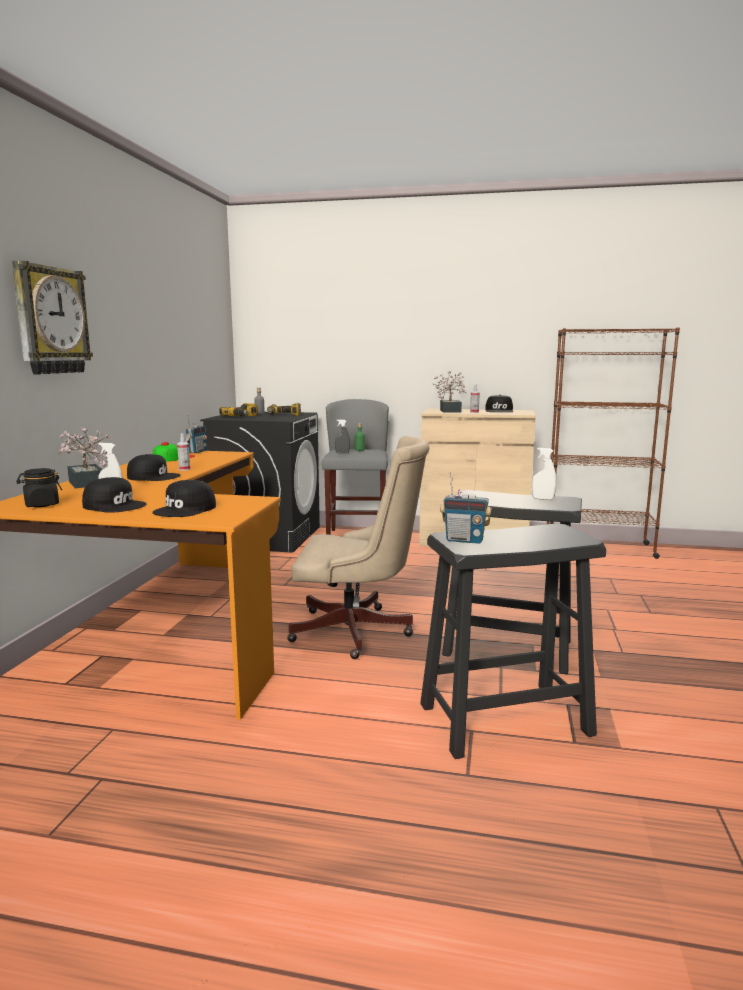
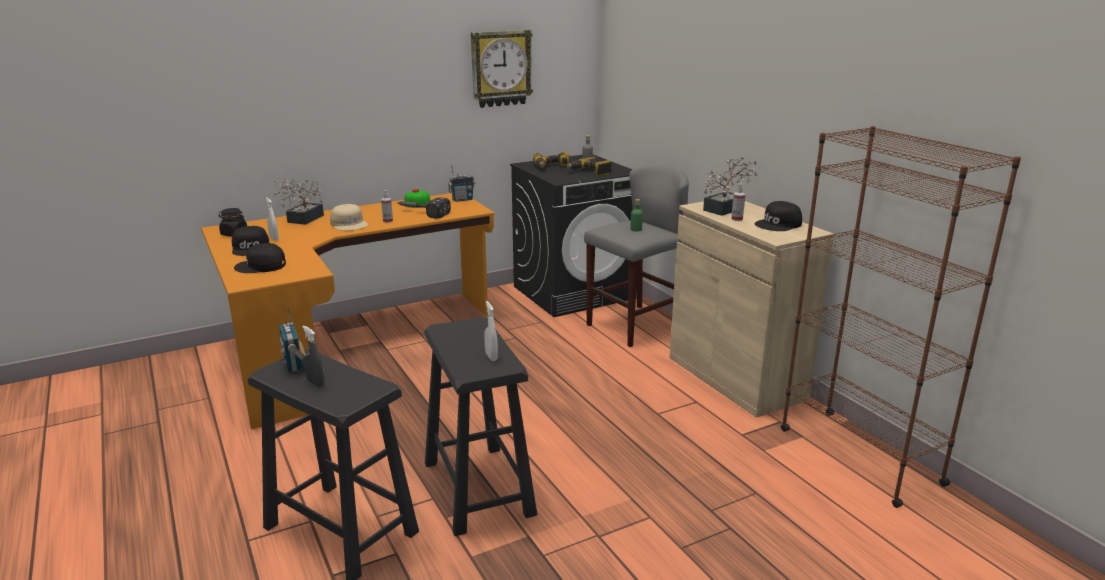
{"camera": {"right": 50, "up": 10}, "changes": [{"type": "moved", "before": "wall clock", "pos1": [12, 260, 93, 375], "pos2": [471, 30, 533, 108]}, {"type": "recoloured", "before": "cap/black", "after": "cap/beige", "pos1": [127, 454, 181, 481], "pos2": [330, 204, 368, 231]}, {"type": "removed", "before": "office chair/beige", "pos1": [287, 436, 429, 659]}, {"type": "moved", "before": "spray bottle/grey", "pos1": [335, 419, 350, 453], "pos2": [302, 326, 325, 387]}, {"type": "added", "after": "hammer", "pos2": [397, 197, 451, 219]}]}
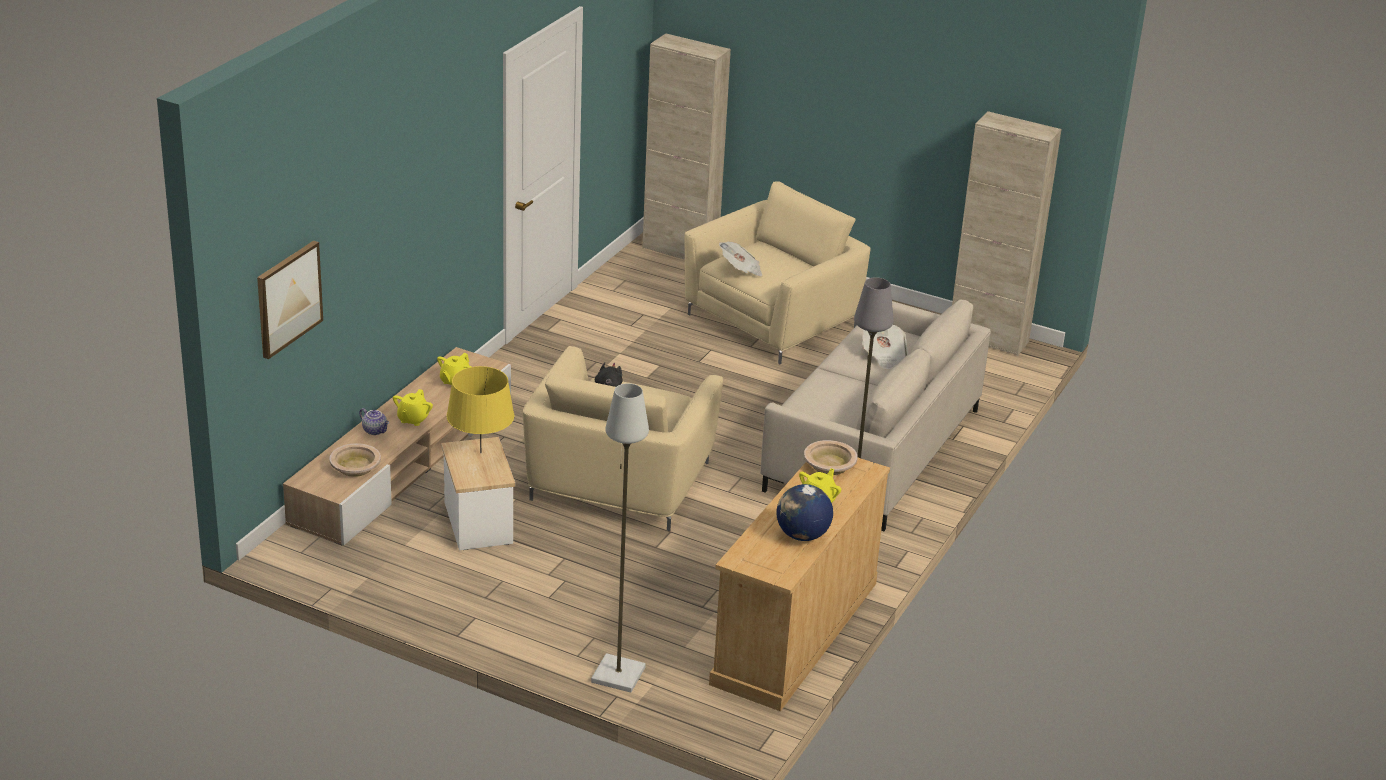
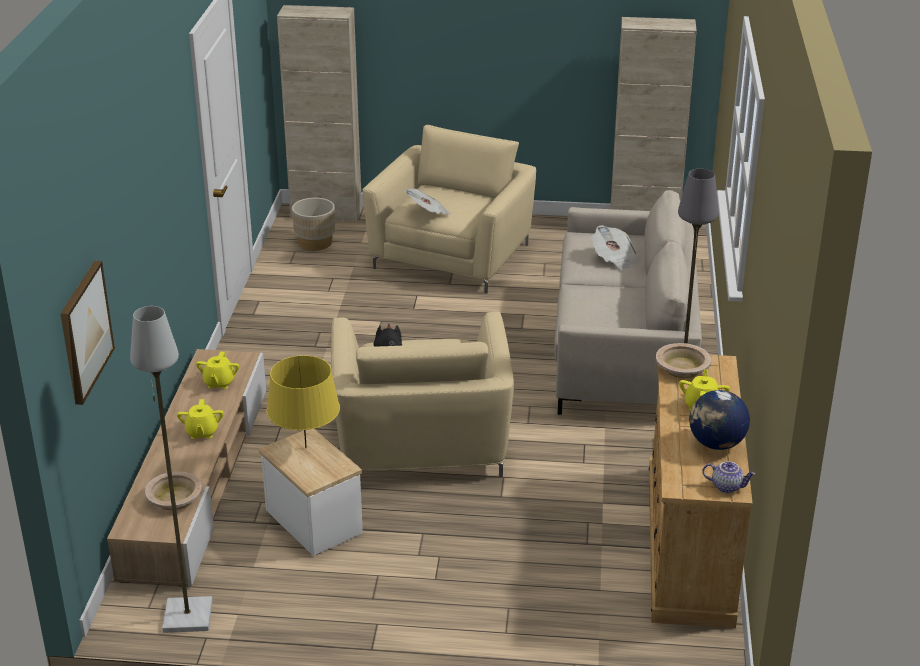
{"camera": {"right": -20, "up": 0}, "changes": [{"type": "moved", "before": "teapot", "pos1": [359, 408, 389, 435], "pos2": [702, 461, 756, 493]}, {"type": "moved", "before": "floor lamp/grey", "pos1": [591, 383, 649, 693], "pos2": [130, 306, 213, 633]}, {"type": "added", "after": "planter/beige", "pos2": [292, 198, 335, 251]}]}
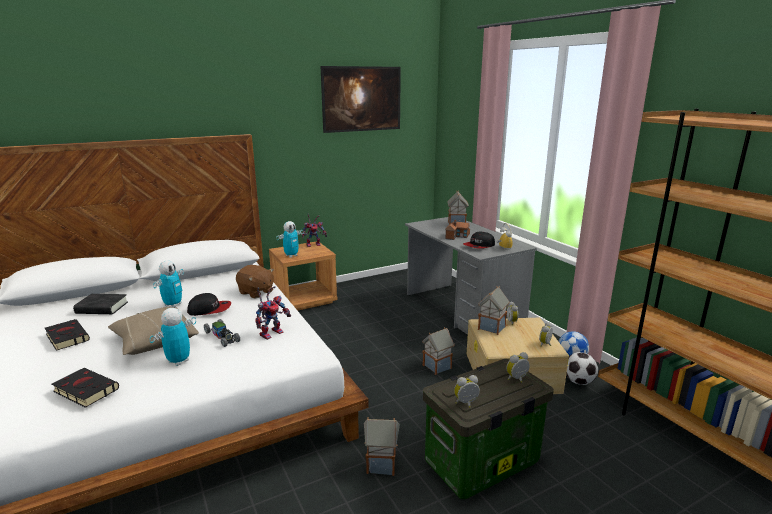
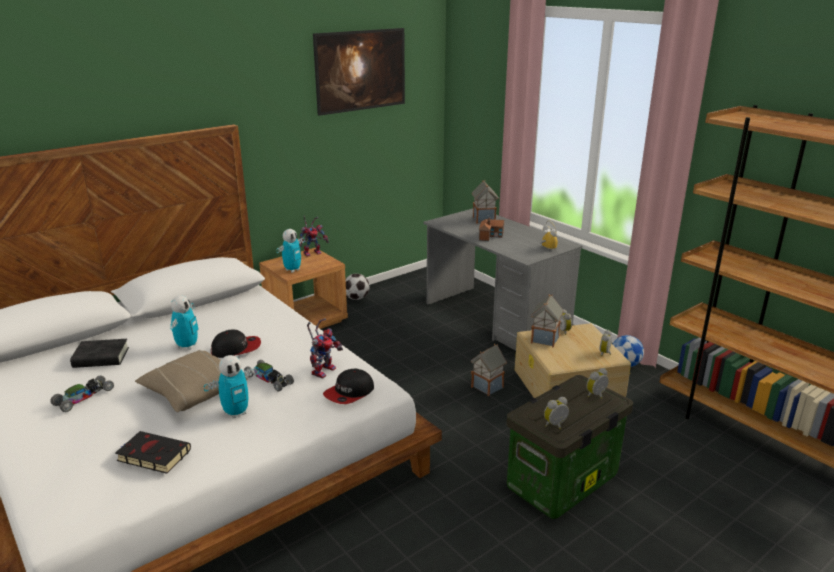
{"camera": {"right": -10, "up": 5}, "changes": [{"type": "replaced", "before": "book/black", "after": "toy car", "pos1": [45, 319, 90, 351], "pos2": [50, 375, 114, 412]}, {"type": "turned", "before": "toy robot", "pos1": [150, 308, 196, 366], "pos2": [204, 355, 259, 419], "turn": -150}, {"type": "removed", "before": "plush toy/brown", "pos1": [236, 265, 274, 298]}, {"type": "removed", "before": "toy house", "pos1": [364, 417, 400, 476]}, {"type": "moved", "before": "cap", "pos1": [463, 232, 495, 249], "pos2": [323, 368, 374, 404]}, {"type": "moved", "before": "football", "pos1": [566, 352, 598, 385], "pos2": [346, 274, 370, 300]}]}
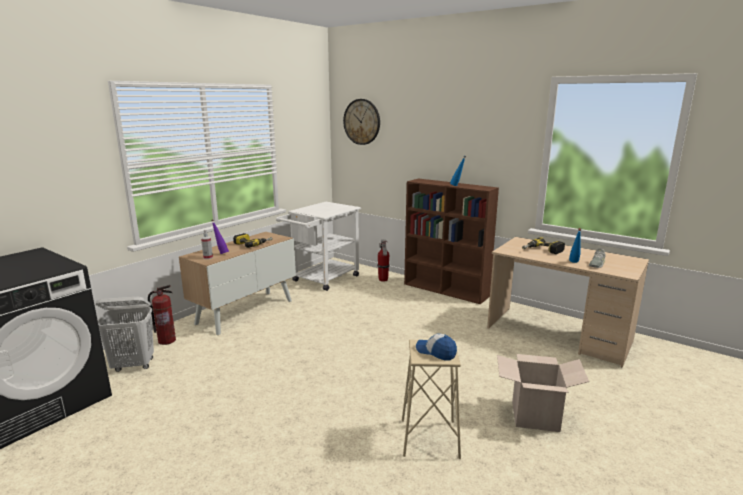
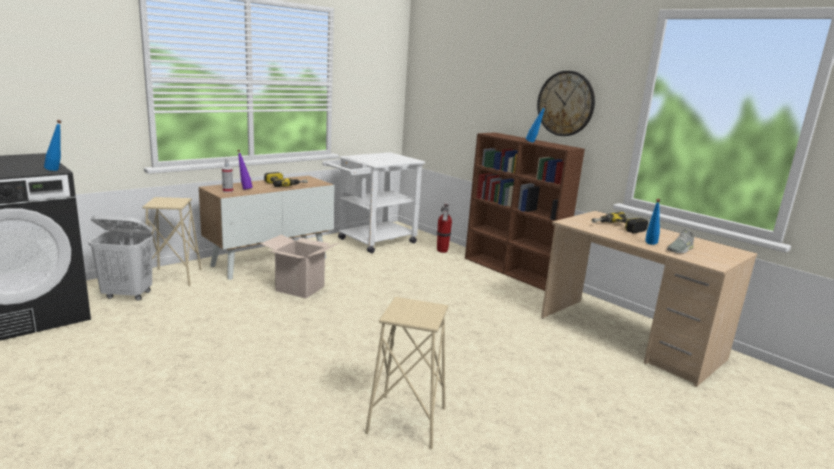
{"camera": {"right": 10, "up": 0}, "changes": [{"type": "replaced", "before": "fire extinguisher", "after": "stool/beige", "pos1": [148, 285, 176, 345], "pos2": [143, 197, 202, 286]}, {"type": "moved", "before": "wall clock", "pos1": [343, 99, 380, 145], "pos2": [537, 71, 595, 136]}, {"type": "removed", "before": "cap", "pos1": [416, 333, 457, 361]}, {"type": "moved", "before": "cardboard box", "pos1": [497, 354, 589, 432], "pos2": [261, 235, 339, 298]}, {"type": "added", "after": "bottle/blue", "pos2": [44, 120, 61, 171]}]}
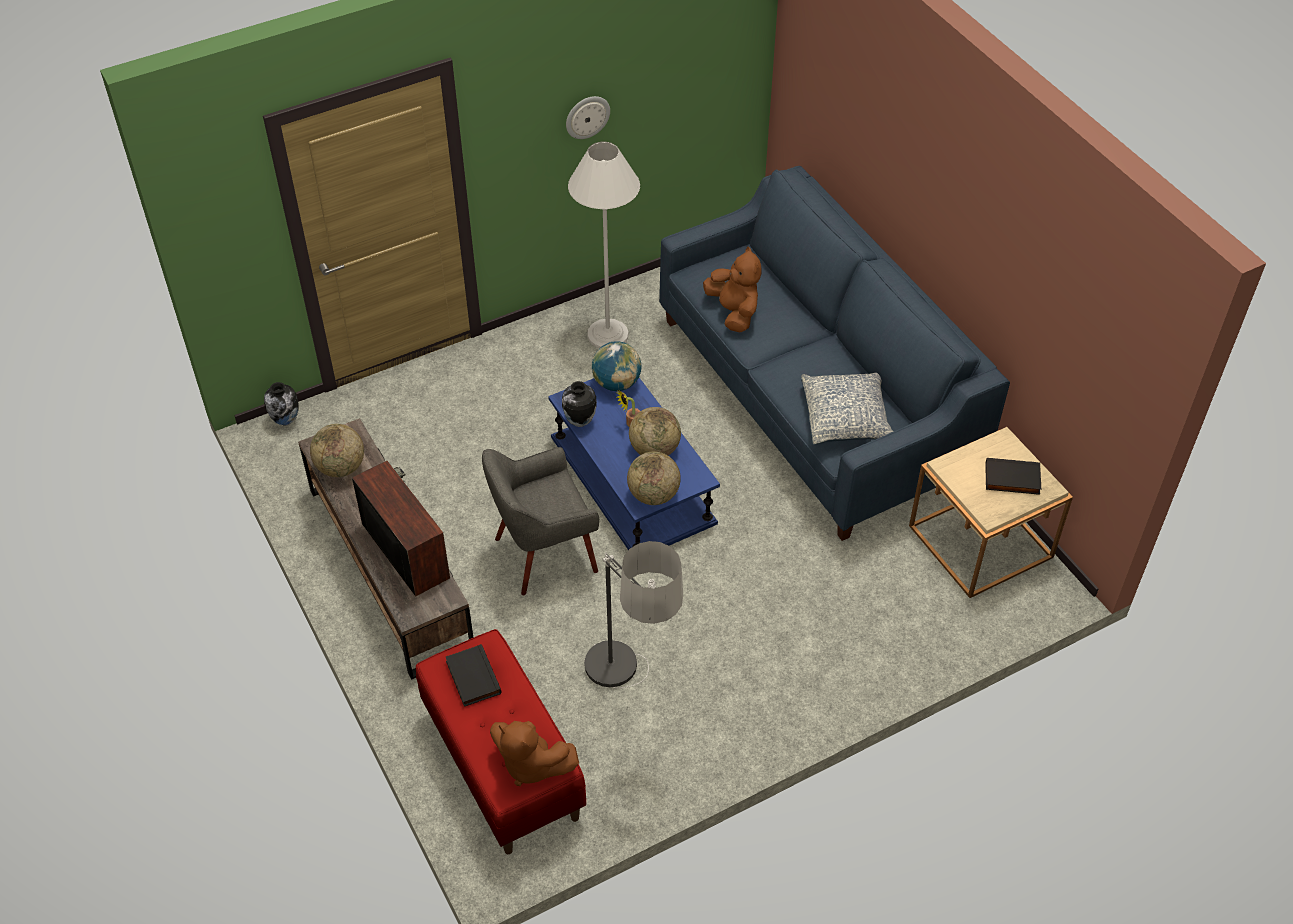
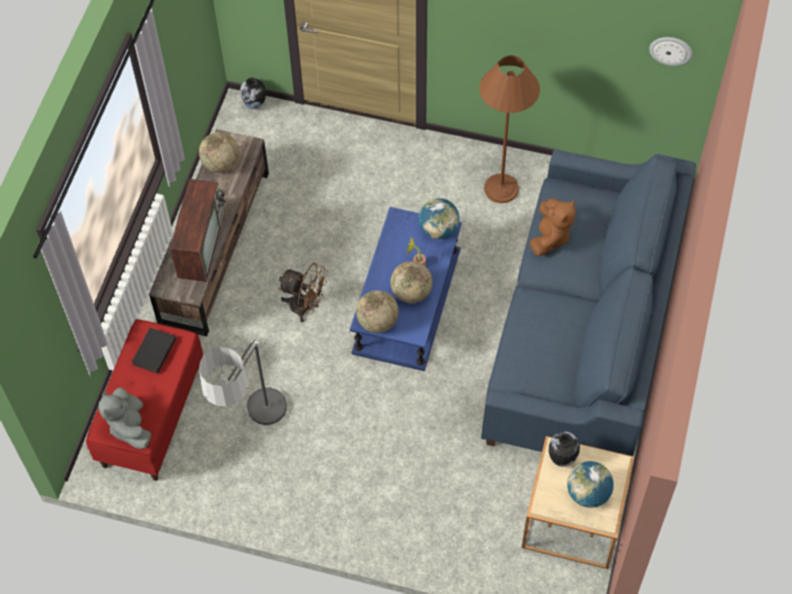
{"camera": {"right": 45, "up": 10}, "changes": [{"type": "replaced", "before": "armchair/grey", "after": "fan/brown", "pos1": [482, 447, 599, 595], "pos2": [278, 263, 328, 322]}, {"type": "recoloured", "before": "plush toy/brown", "after": "plush toy/grey", "pos1": [490, 721, 579, 786], "pos2": [99, 388, 151, 449]}, {"type": "moved", "before": "vase", "pos1": [562, 381, 597, 427], "pos2": [548, 431, 580, 467]}, {"type": "moved", "before": "wall clock", "pos1": [566, 96, 610, 139], "pos2": [649, 37, 692, 66]}, {"type": "recoloured", "before": "floor lamp/white", "after": "floor lamp/brown", "pos1": [568, 141, 640, 348], "pos2": [479, 55, 540, 203]}, {"type": "removed", "before": "pillow", "pos1": [801, 372, 894, 445]}, {"type": "replaced", "before": "book/black", "after": "globe", "pos1": [985, 458, 1041, 495], "pos2": [567, 461, 614, 508]}]}
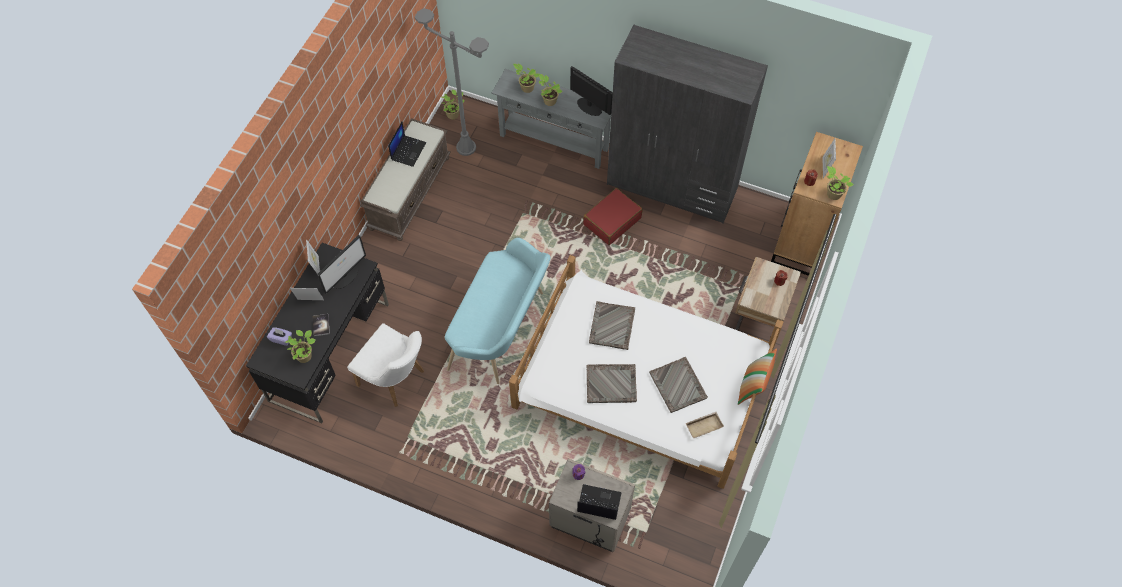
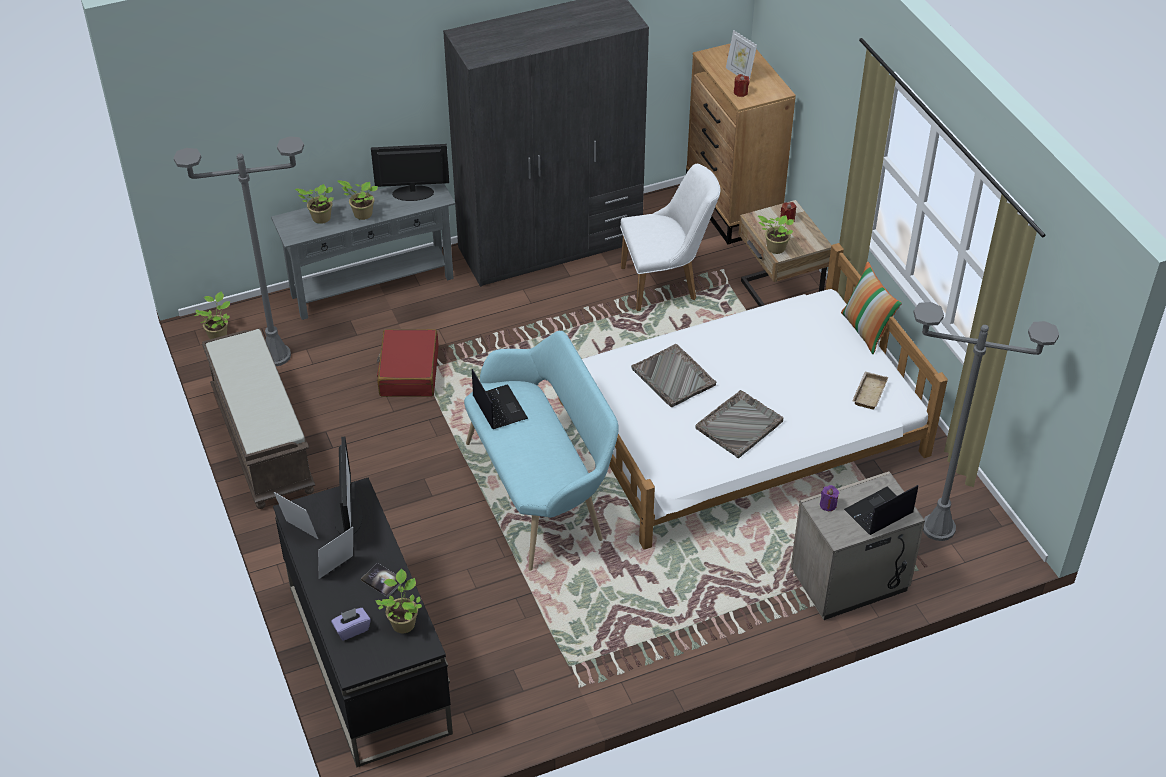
{"camera": {"right": -45, "up": -15}, "changes": [{"type": "moved", "before": "chair/white", "pos1": [347, 323, 424, 407], "pos2": [620, 164, 720, 311]}, {"type": "moved", "before": "laptop", "pos1": [388, 122, 426, 167], "pos2": [472, 369, 528, 429]}, {"type": "moved", "before": "suitcase/red", "pos1": [583, 188, 643, 245], "pos2": [377, 329, 438, 397]}, {"type": "removed", "before": "tray/grey", "pos1": [649, 357, 708, 413]}, {"type": "moved", "before": "potted plant", "pos1": [827, 166, 854, 200], "pos2": [758, 215, 794, 254]}, {"type": "added", "after": "floor lamp/grey", "pos2": [913, 302, 1059, 541]}]}
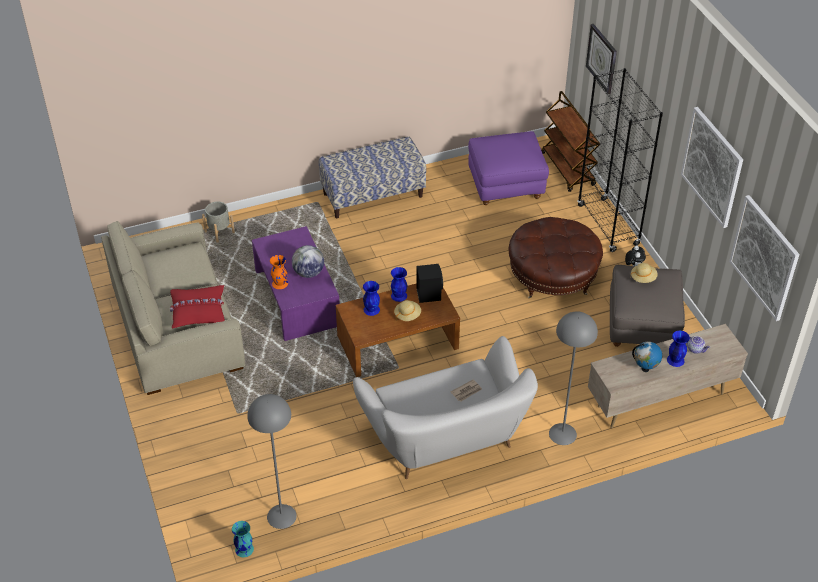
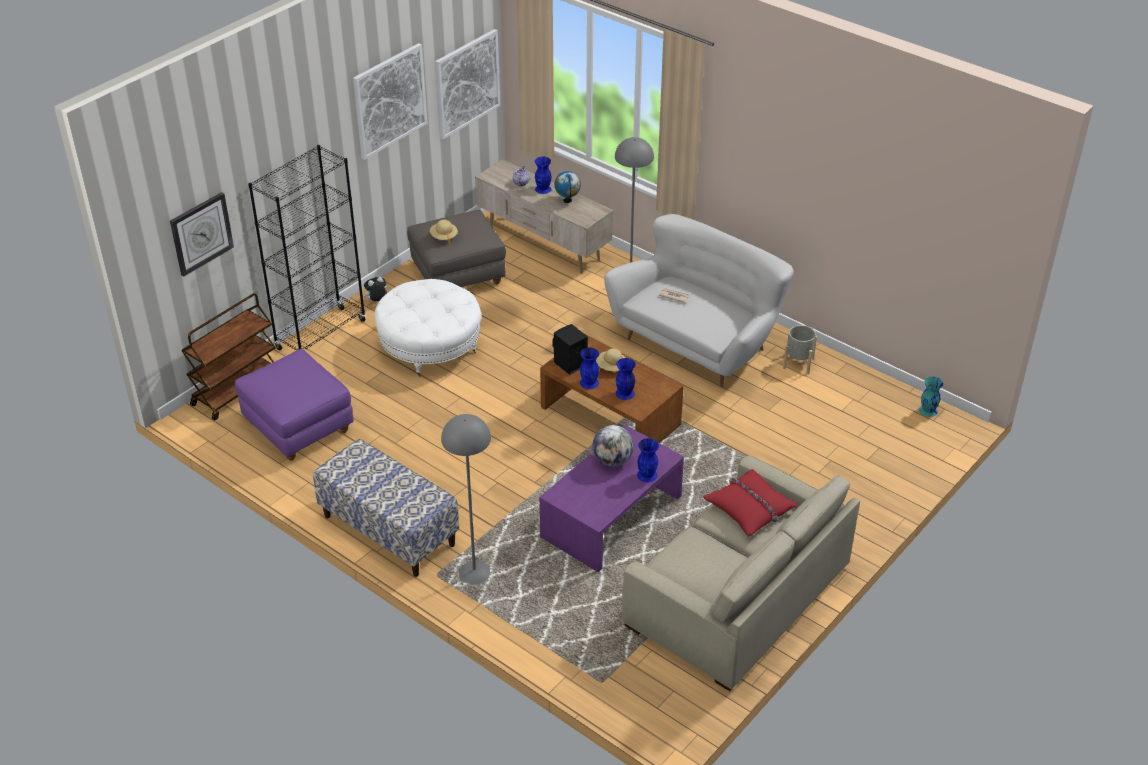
{"camera": {"right": -120, "up": -5}, "changes": [{"type": "moved", "before": "planter/grey", "pos1": [202, 202, 235, 242], "pos2": [783, 325, 817, 374]}, {"type": "moved", "before": "floor lamp/grey", "pos1": [247, 394, 297, 529], "pos2": [441, 414, 491, 584]}, {"type": "recoloured", "before": "vase/orange", "after": "vase/blue", "pos1": [270, 255, 288, 289], "pos2": [637, 438, 659, 482]}, {"type": "recoloured", "before": "ottoman/brown", "after": "ottoman/white", "pos1": [509, 217, 603, 298], "pos2": [374, 279, 482, 377]}]}
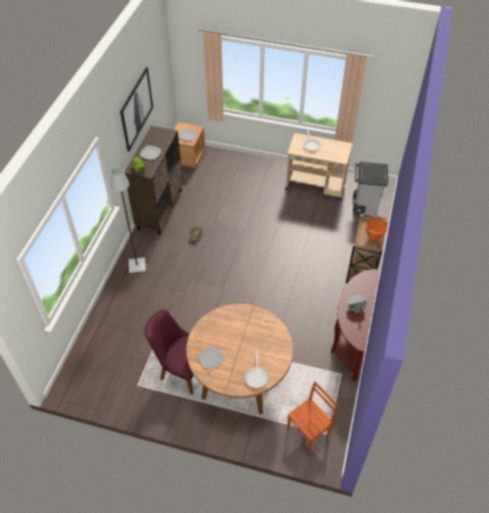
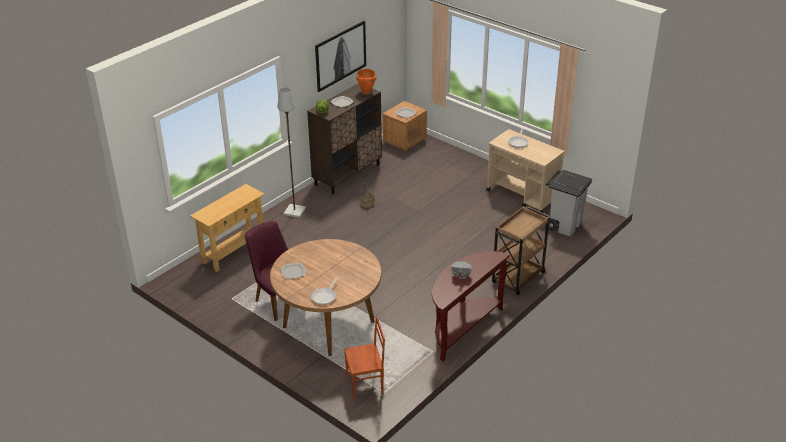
{"camera": {"right": 25, "up": -15}, "changes": [{"type": "moved", "before": "cooking pot/orange", "pos1": [365, 217, 387, 242], "pos2": [356, 69, 376, 94]}, {"type": "added", "after": "console table/beige", "pos2": [190, 184, 265, 272]}]}
